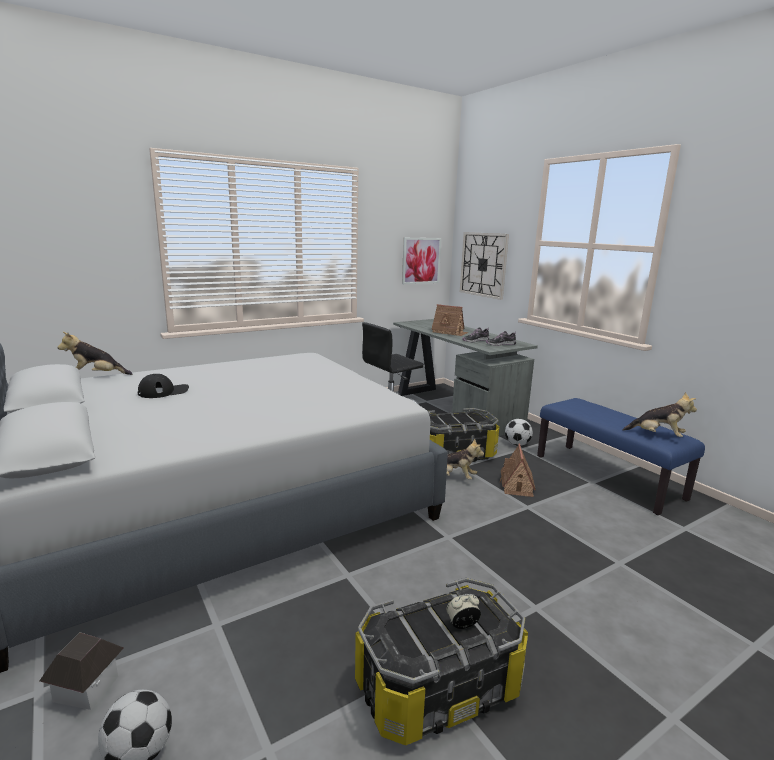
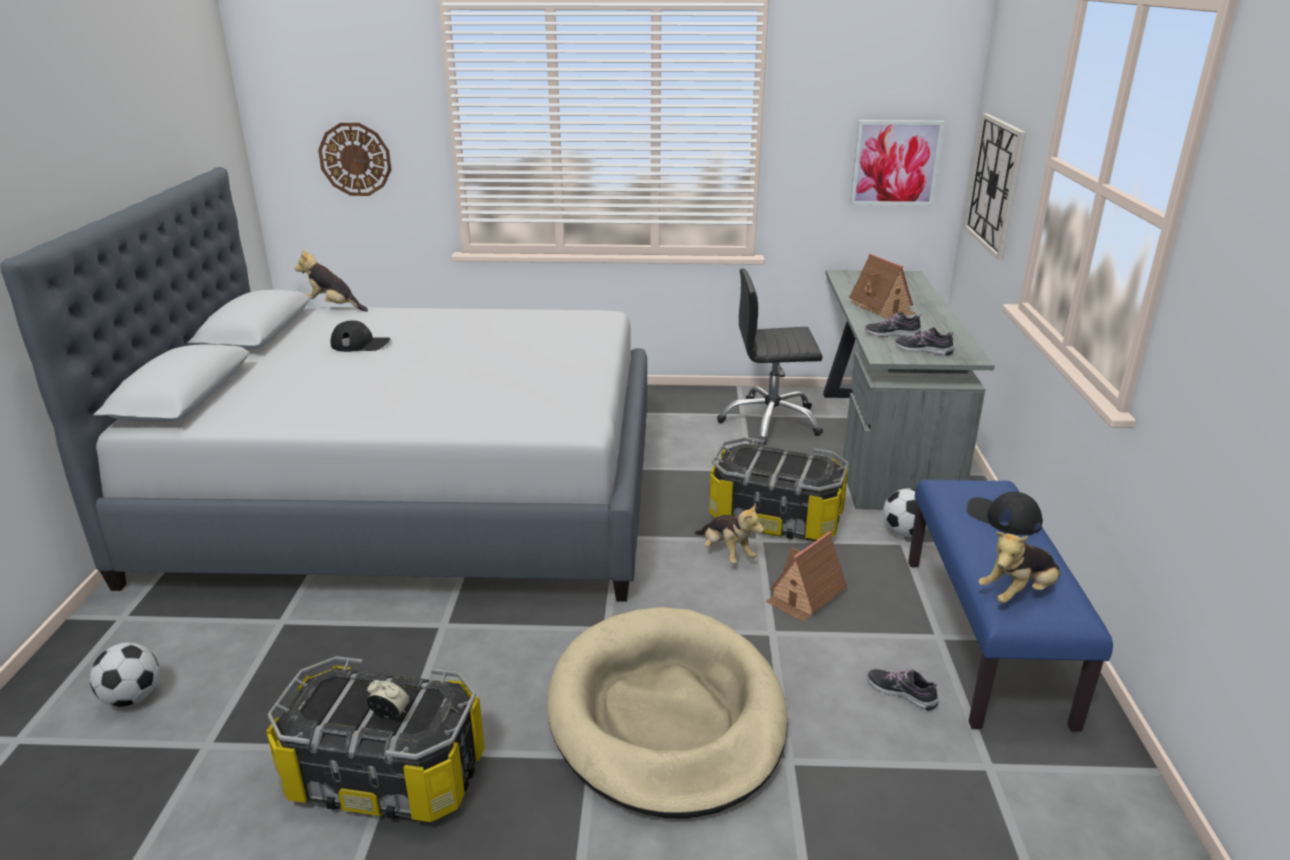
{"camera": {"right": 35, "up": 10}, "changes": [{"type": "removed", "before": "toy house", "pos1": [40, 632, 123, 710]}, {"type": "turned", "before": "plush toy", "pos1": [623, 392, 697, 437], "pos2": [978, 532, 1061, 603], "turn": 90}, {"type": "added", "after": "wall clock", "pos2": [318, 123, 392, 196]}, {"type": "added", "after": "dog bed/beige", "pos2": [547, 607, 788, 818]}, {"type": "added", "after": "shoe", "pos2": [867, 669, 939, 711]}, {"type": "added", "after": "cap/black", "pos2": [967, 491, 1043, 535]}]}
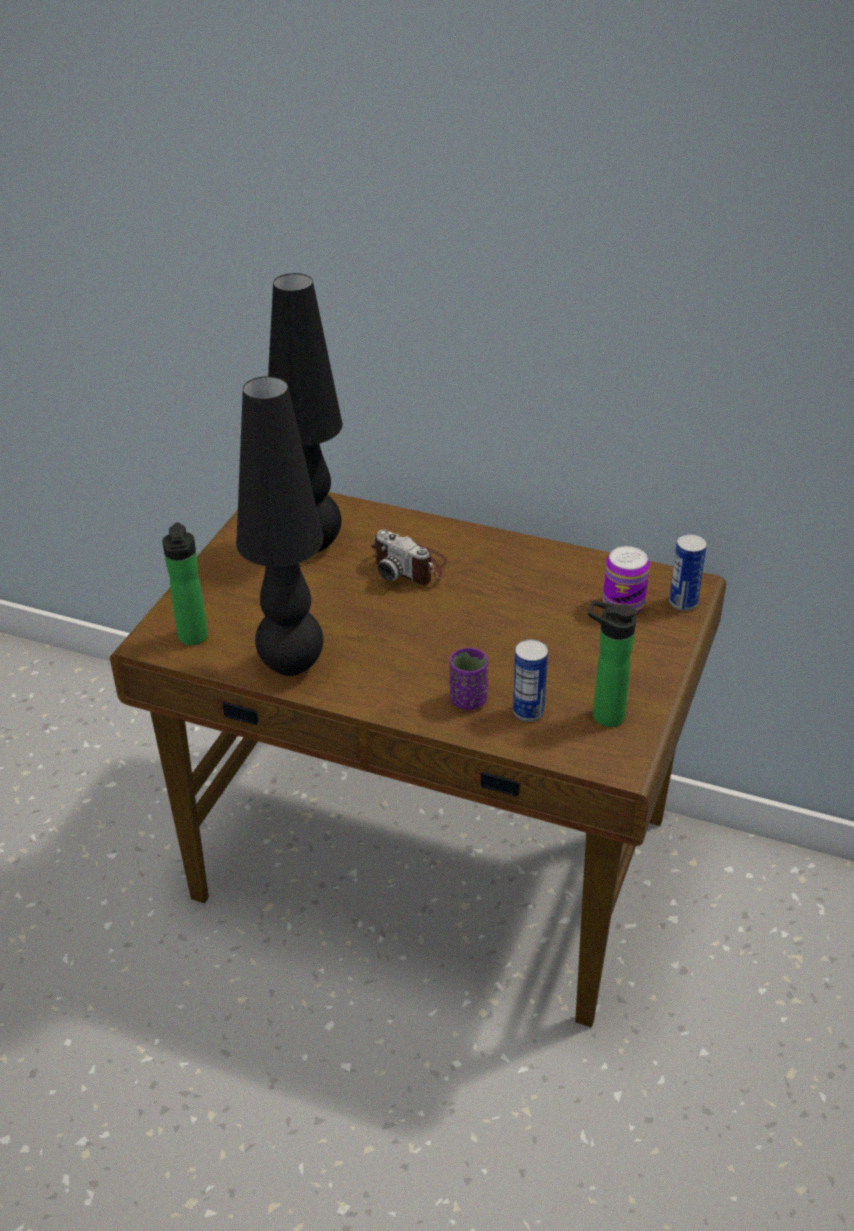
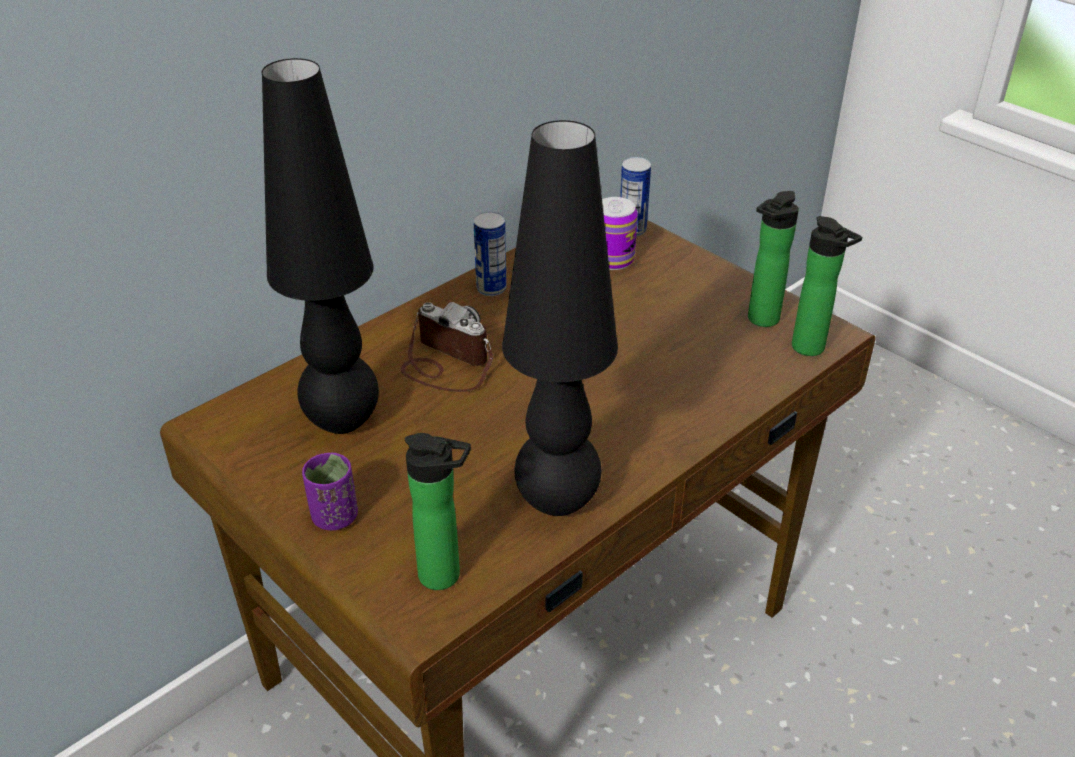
{"camera": {"right": -65, "up": 0}, "changes": [{"type": "turned", "before": "photo camera", "pos1": [371, 530, 448, 585], "pos2": [401, 302, 494, 392], "turn": -120}, {"type": "moved", "before": "cup/purple", "pos1": [450, 648, 488, 710], "pos2": [302, 453, 358, 530]}, {"type": "moved", "before": "can", "pos1": [513, 639, 548, 722], "pos2": [473, 212, 507, 296]}, {"type": "added", "after": "bottle", "pos2": [792, 216, 862, 356]}]}
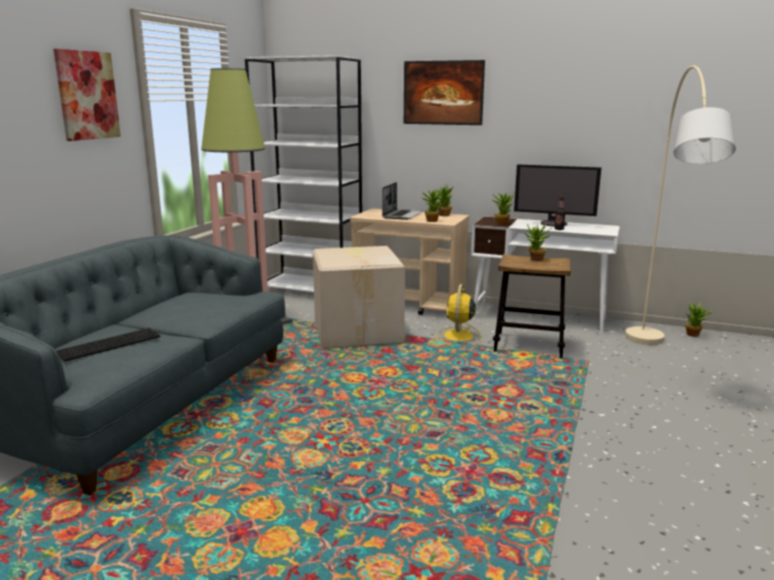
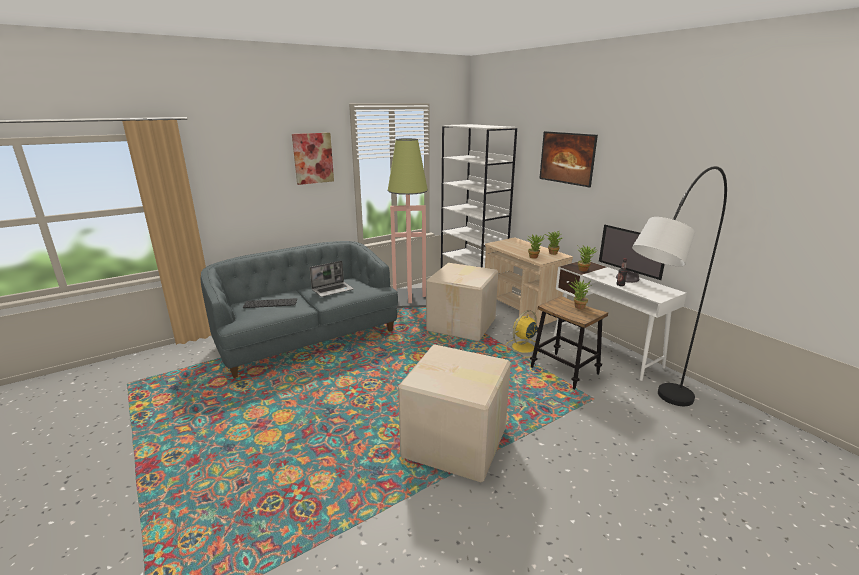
{"camera": {"right": 35, "up": 5}, "changes": [{"type": "moved", "before": "laptop", "pos1": [382, 182, 423, 220], "pos2": [310, 261, 354, 297]}, {"type": "recoloured", "before": "floor lamp/beige", "after": "floor lamp/black", "pos1": [625, 66, 736, 345], "pos2": [632, 166, 727, 406]}, {"type": "removed", "before": "potted plant", "pos1": [685, 302, 713, 337]}, {"type": "added", "after": "cardboard box", "pos2": [398, 344, 511, 482]}]}
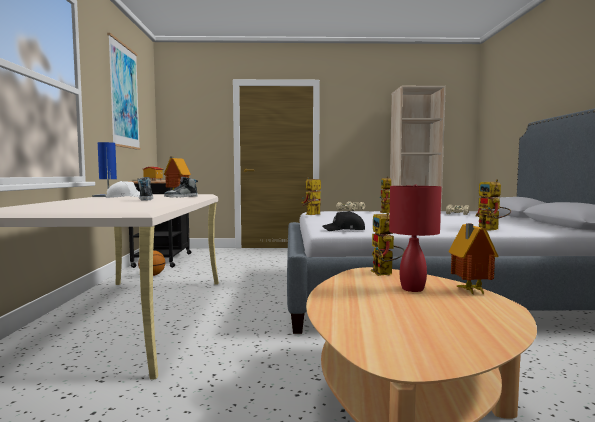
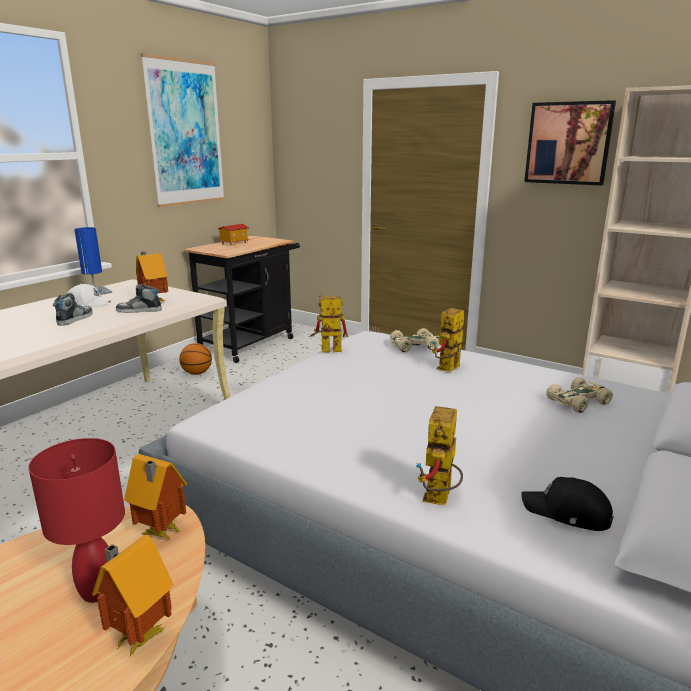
{"camera": {"right": 35, "up": 15}, "changes": [{"type": "moved", "before": "cap/black", "pos1": [322, 211, 365, 231], "pos2": [521, 477, 614, 531]}, {"type": "replaced", "before": "toy robot", "after": "toy house", "pos1": [371, 213, 405, 276], "pos2": [124, 454, 187, 541]}, {"type": "added", "after": "picture", "pos2": [524, 100, 616, 185]}]}
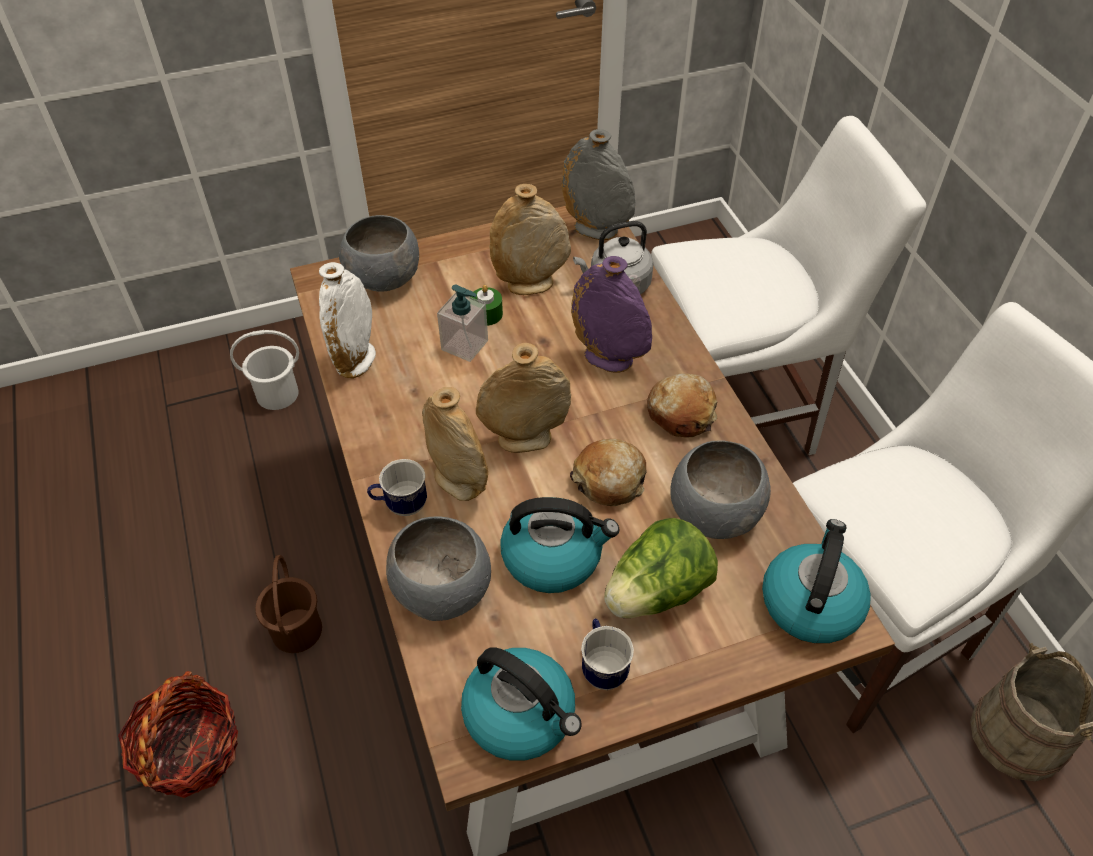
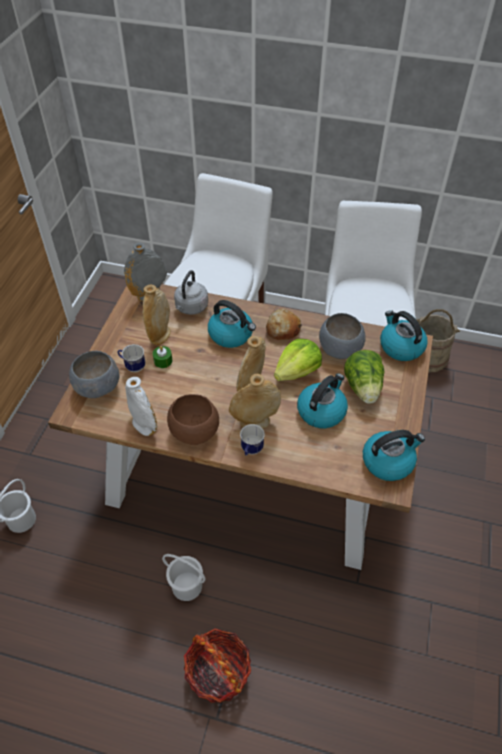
{"camera": {"right": -55, "up": 0}, "changes": [{"type": "recoloured", "before": "bucket/brown", "after": "bucket/white", "pos1": [255, 555, 322, 653], "pos2": [162, 554, 205, 601]}, {"type": "removed", "before": "bowl/grey", "pos1": [386, 516, 491, 621]}, {"type": "removed", "before": "soap dispenser", "pos1": [437, 285, 488, 362]}, {"type": "replaced", "before": "bread", "after": "lettuce", "pos1": [570, 439, 646, 506], "pos2": [274, 339, 322, 381]}, {"type": "replaced", "before": "vase/purple", "after": "kettle", "pos1": [571, 256, 652, 373], "pos2": [208, 300, 256, 348]}, {"type": "moved", "before": "mug", "pos1": [581, 619, 634, 690], "pos2": [118, 344, 145, 372]}, {"type": "added", "after": "bowl/brown", "pos2": [167, 394, 219, 445]}]}
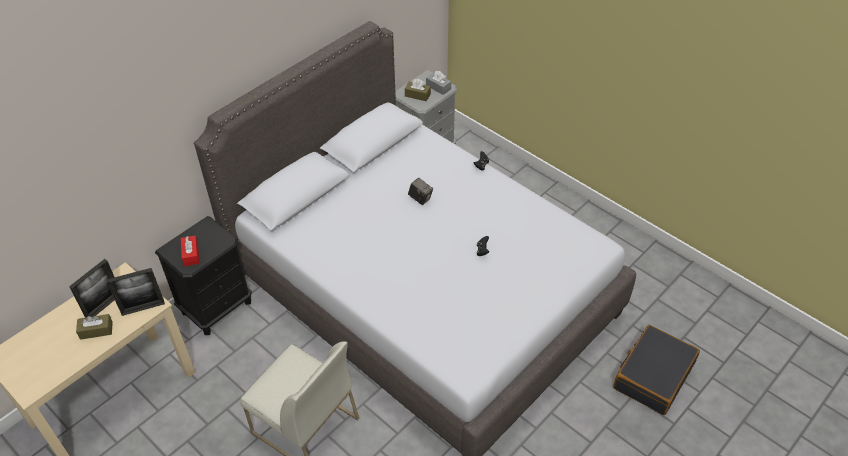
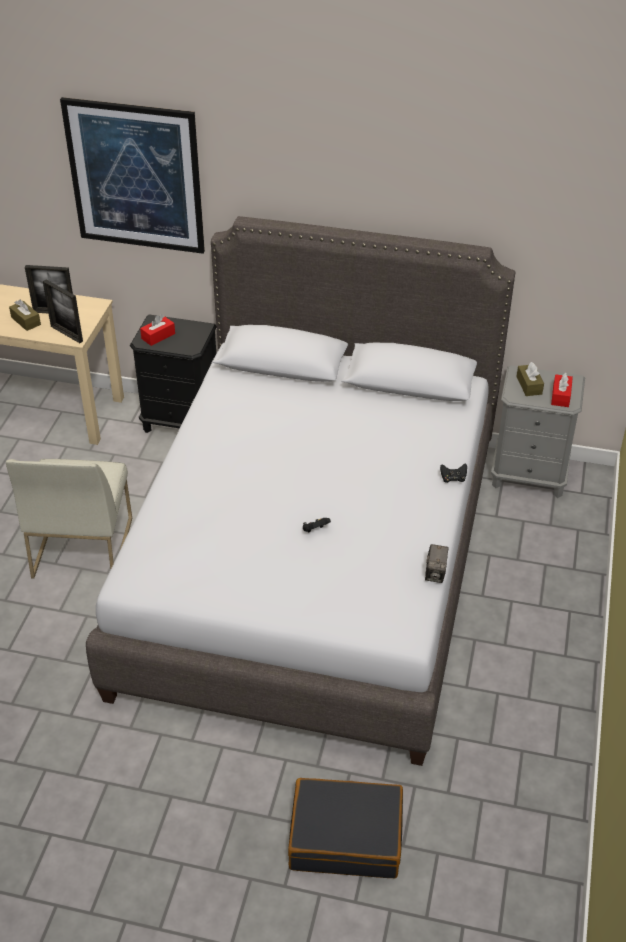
{"camera": {"right": 60, "up": -5}, "changes": [{"type": "moved", "before": "photo camera", "pos1": [408, 178, 433, 205], "pos2": [425, 544, 449, 583]}, {"type": "recoloured", "before": "tissue box/grey", "after": "tissue box/red", "pos1": [426, 71, 451, 95], "pos2": [551, 372, 573, 407]}, {"type": "added", "after": "picture", "pos2": [60, 97, 205, 254]}]}
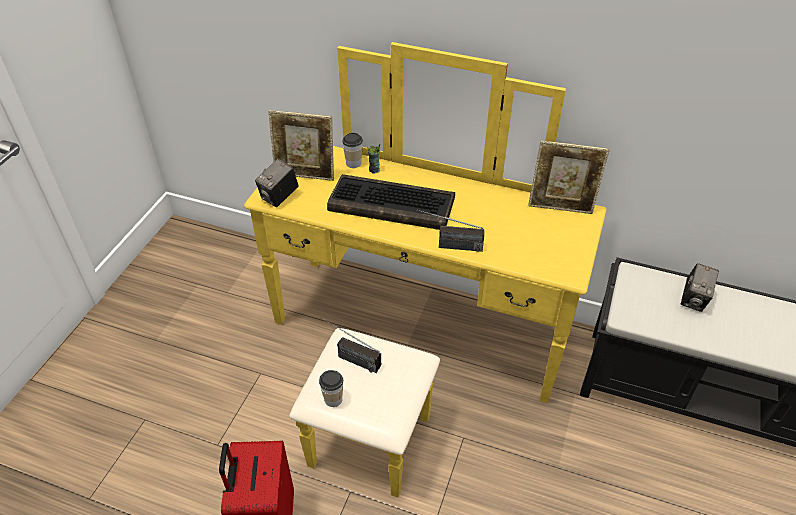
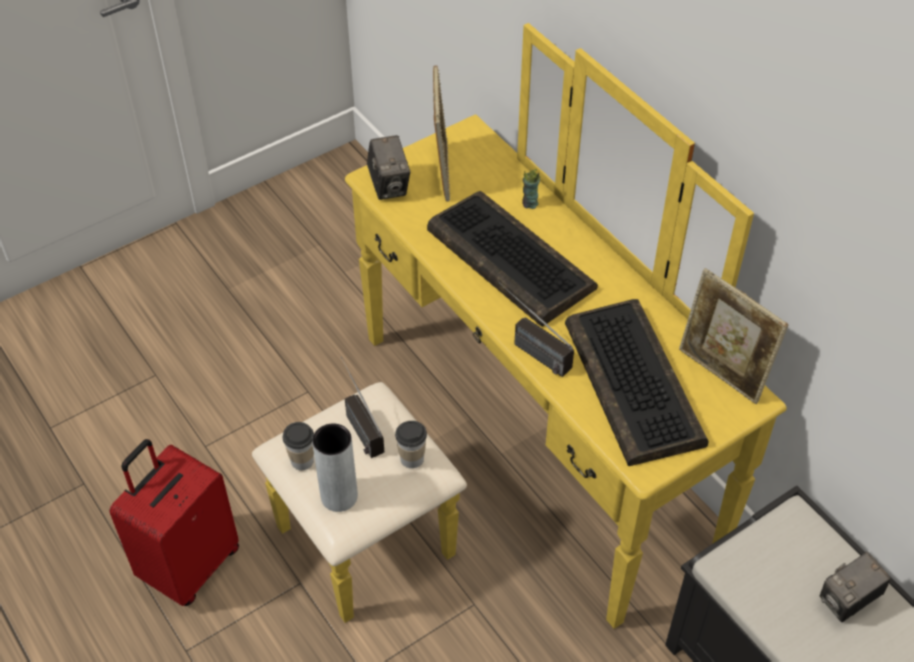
{"camera": {"right": 35, "up": 5}, "changes": [{"type": "turned", "before": "photo camera", "pos1": [255, 159, 299, 207], "pos2": [367, 135, 410, 200], "turn": -90}, {"type": "turned", "before": "picture frame", "pos1": [268, 110, 334, 181], "pos2": [433, 65, 451, 202], "turn": -135}, {"type": "moved", "before": "cup", "pos1": [342, 133, 363, 168], "pos2": [395, 421, 427, 468]}, {"type": "added", "after": "vase/grey", "pos2": [312, 423, 358, 512]}, {"type": "added", "after": "keyboard", "pos2": [565, 299, 709, 466]}]}
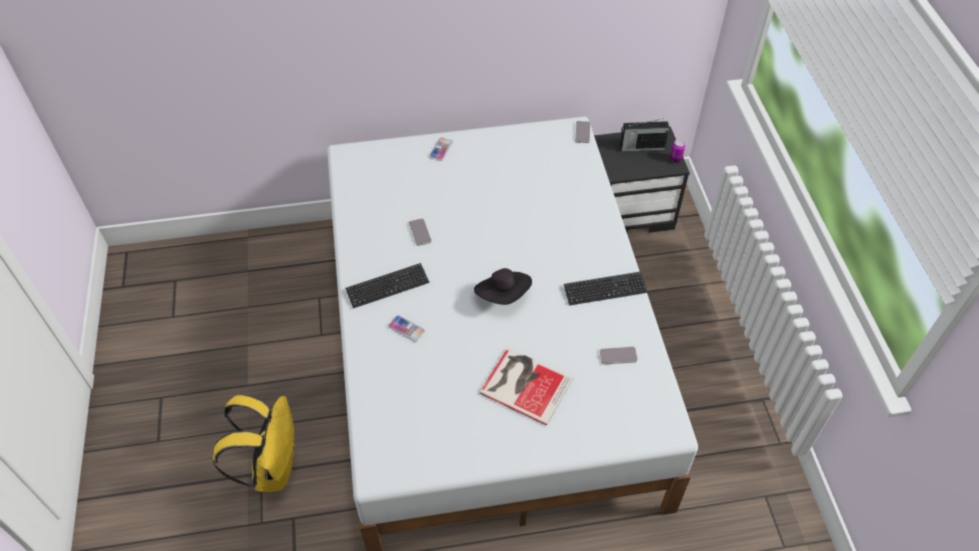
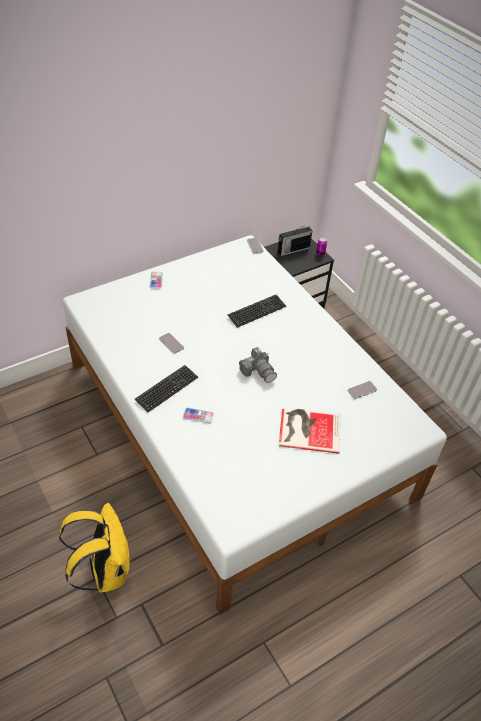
{"camera": {"right": -25, "up": -5}, "changes": [{"type": "replaced", "before": "hat/black", "after": "photo camera", "pos1": [474, 268, 532, 305], "pos2": [239, 347, 277, 383]}, {"type": "moved", "before": "keyboard", "pos1": [564, 272, 648, 305], "pos2": [228, 295, 286, 328]}]}
